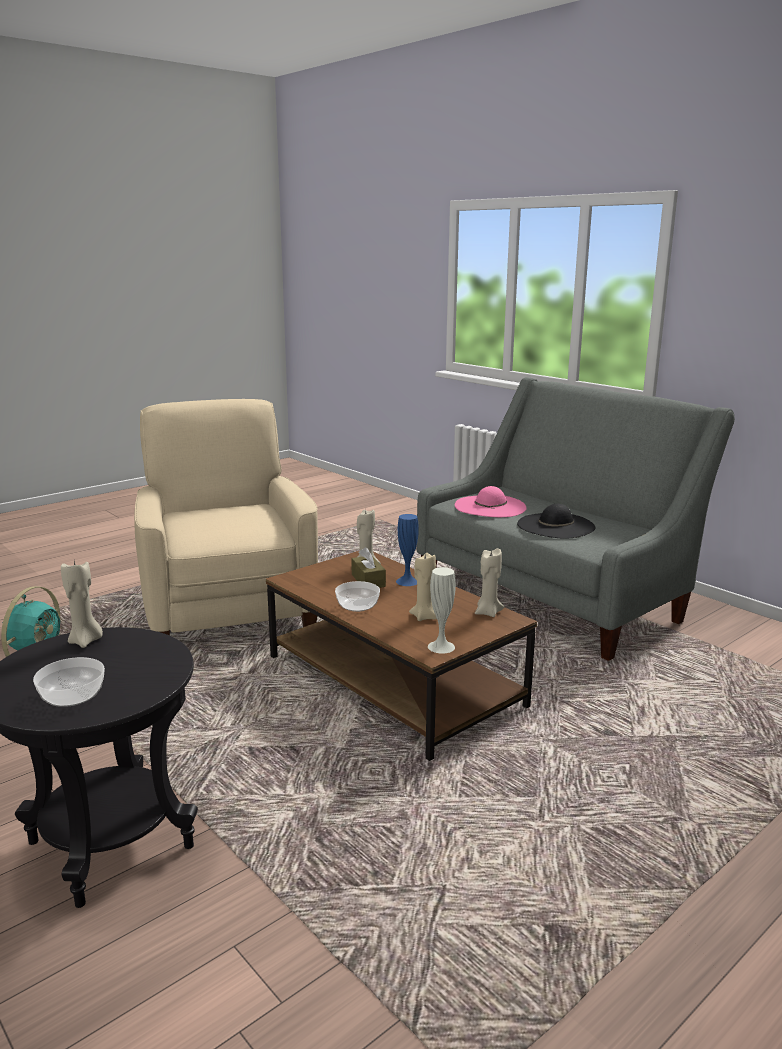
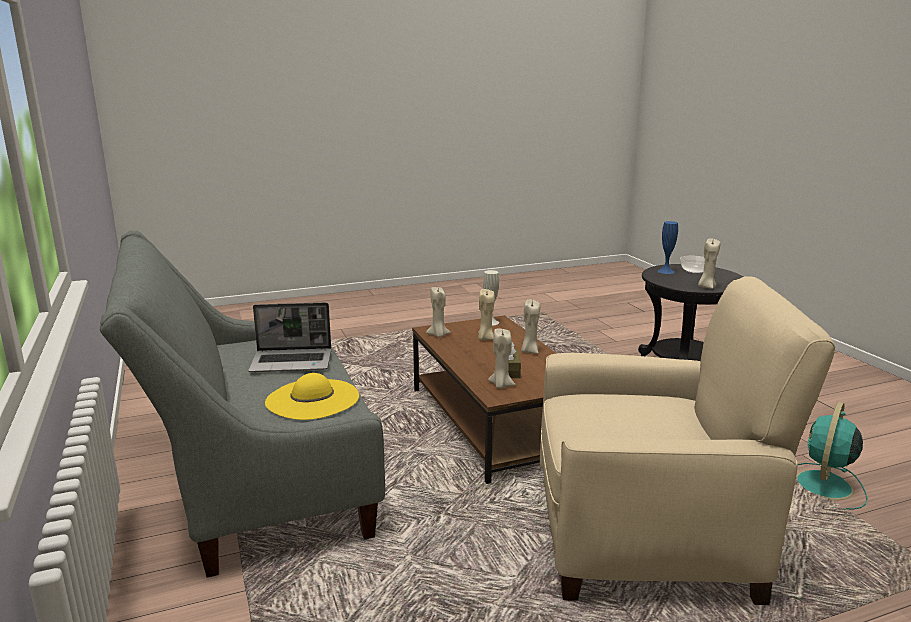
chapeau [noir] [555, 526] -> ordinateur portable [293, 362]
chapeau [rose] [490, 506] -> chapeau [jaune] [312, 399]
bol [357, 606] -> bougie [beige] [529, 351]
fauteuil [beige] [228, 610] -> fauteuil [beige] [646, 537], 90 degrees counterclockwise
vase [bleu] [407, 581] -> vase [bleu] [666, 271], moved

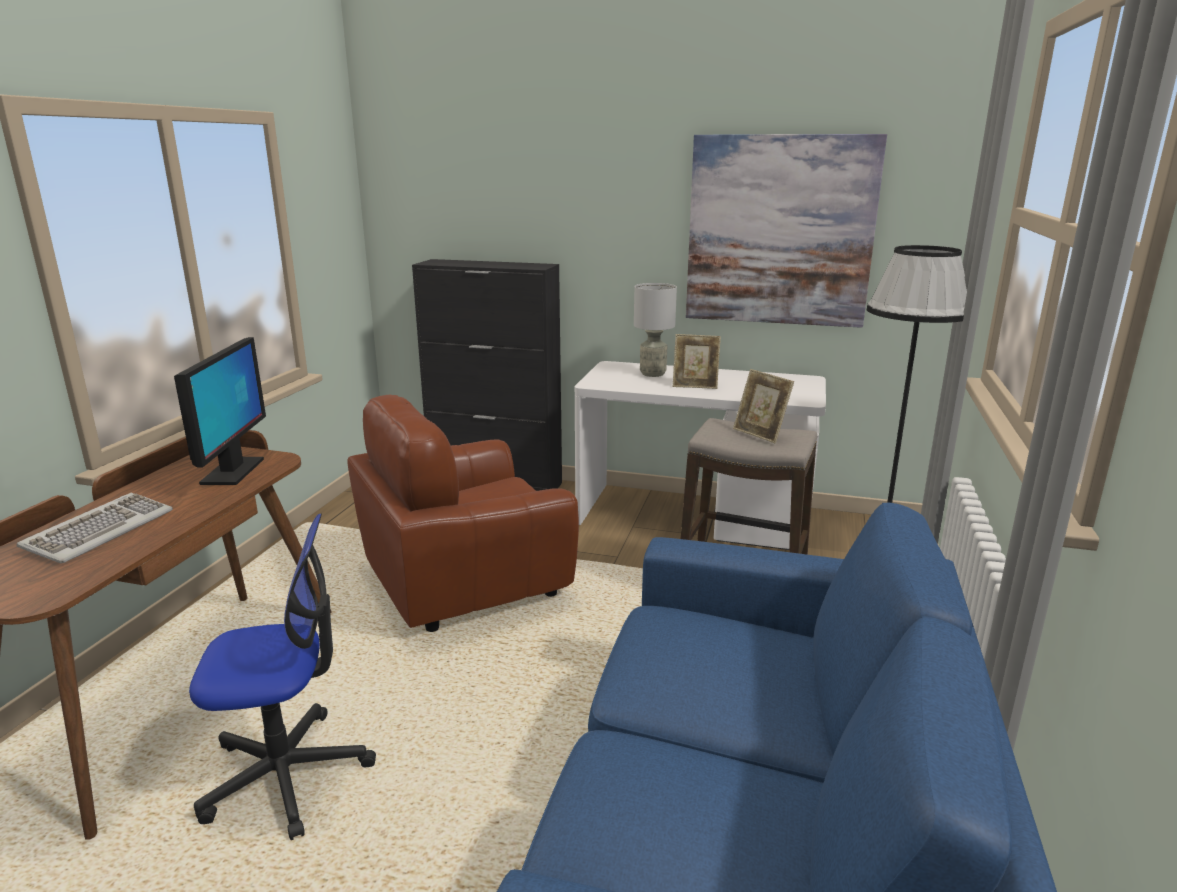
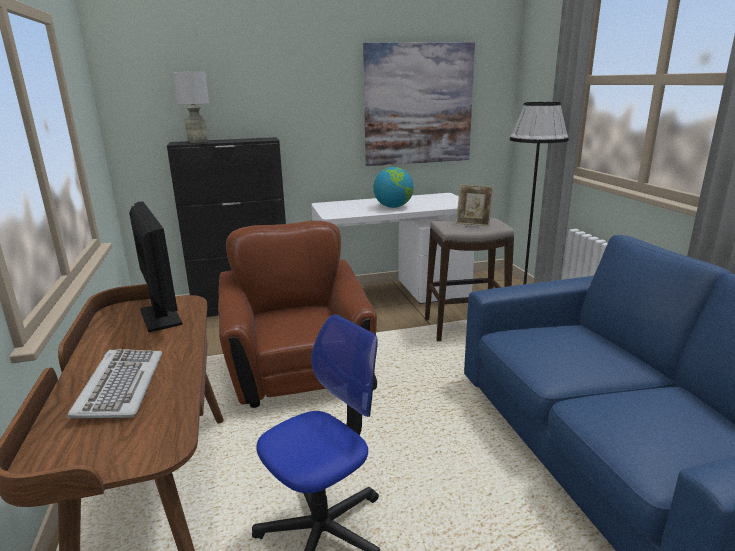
lampe de table [gris] [653, 374] -> lampe de table [gris] [198, 142], moved
fauteuil [marron] [465, 583] -> fauteuil [marron] [298, 371], 135 degrees clockwise
cadre photo [695, 386] -> globe [393, 207]

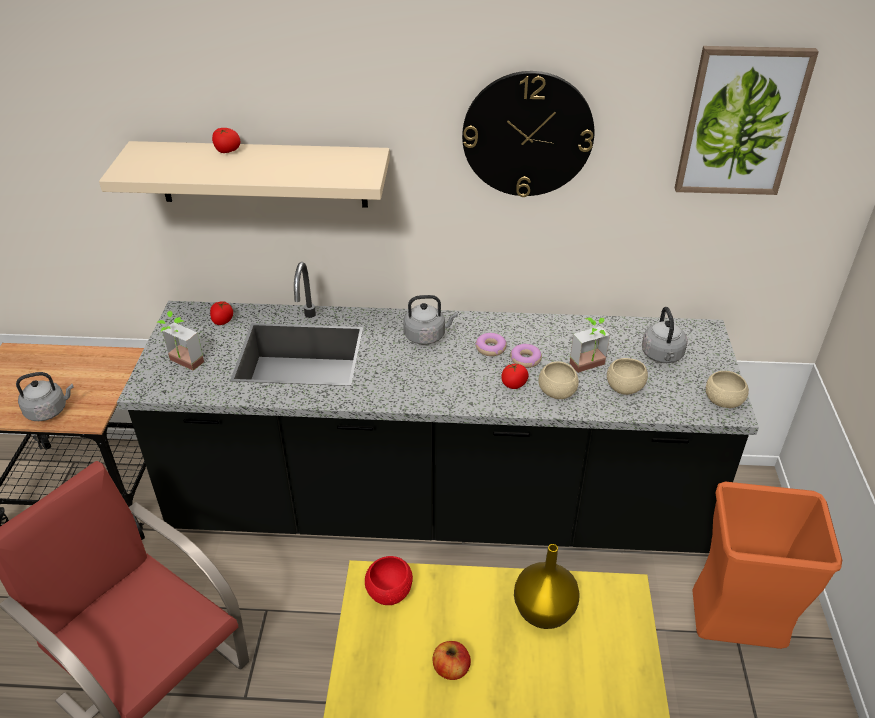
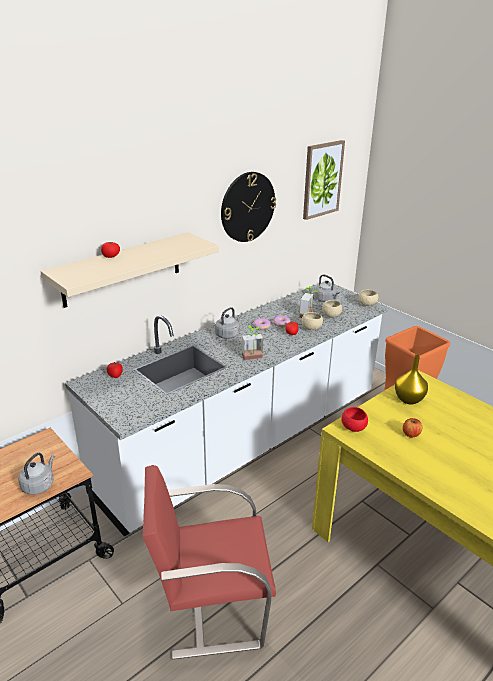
comptoir de cuisine [noir] [437, 508] -> comptoir de cuisine [blanc] [245, 442]
plante en pot [182, 364] -> plante en pot [253, 358], moved

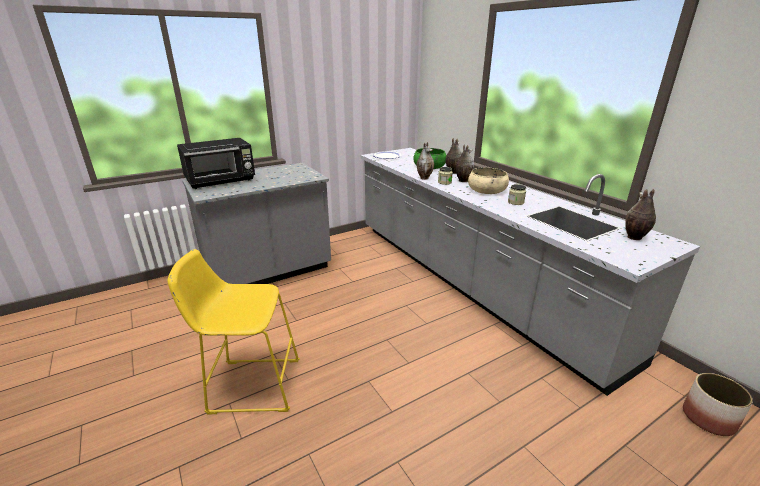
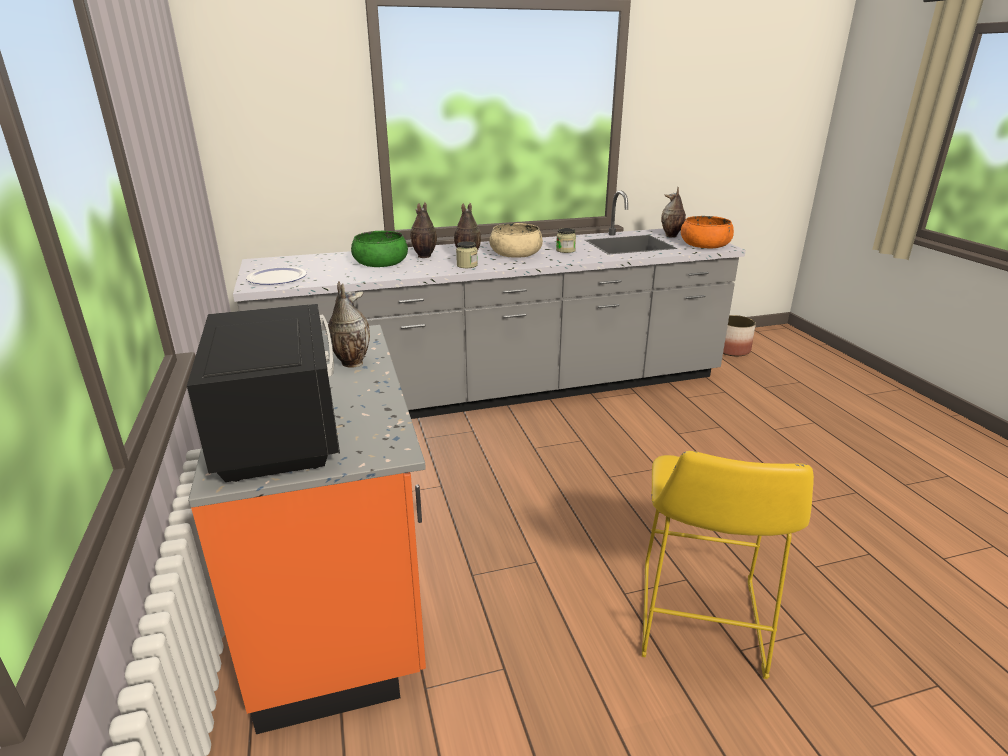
comptoir de cuisine [gris] [269, 273] -> comptoir de cuisine [orange] [340, 595]
vase [424, 178] -> vase [351, 363], moved
none -> bol [orange] [705, 245]

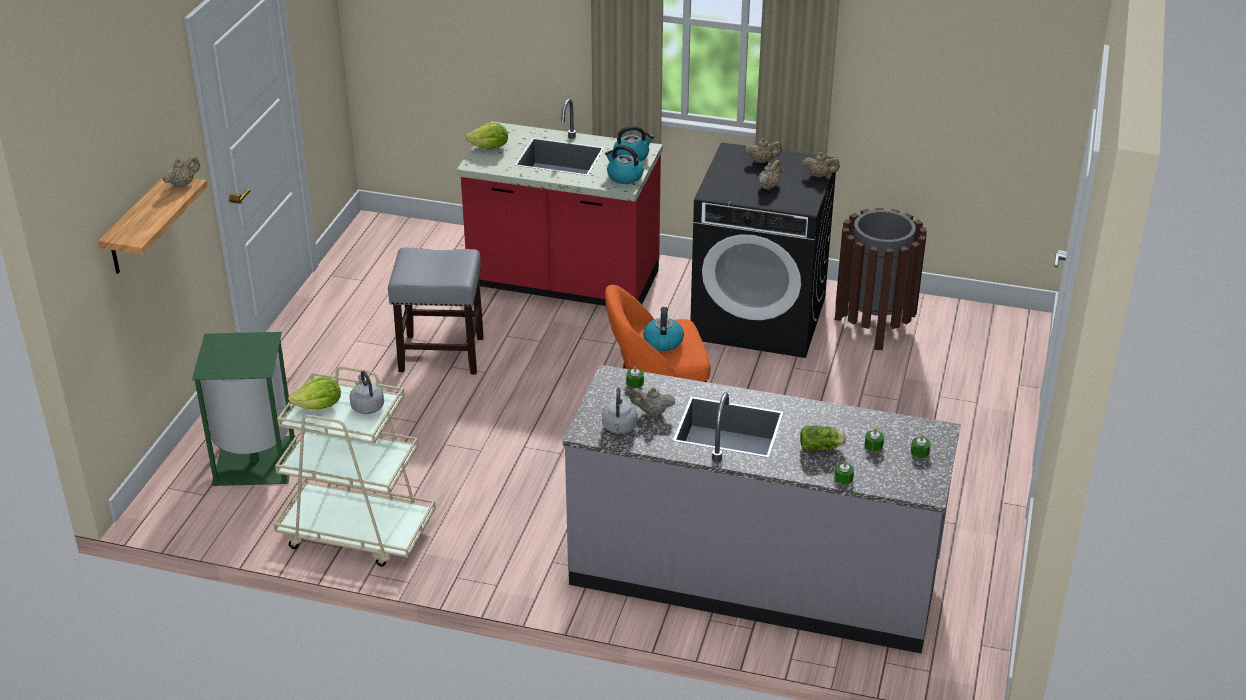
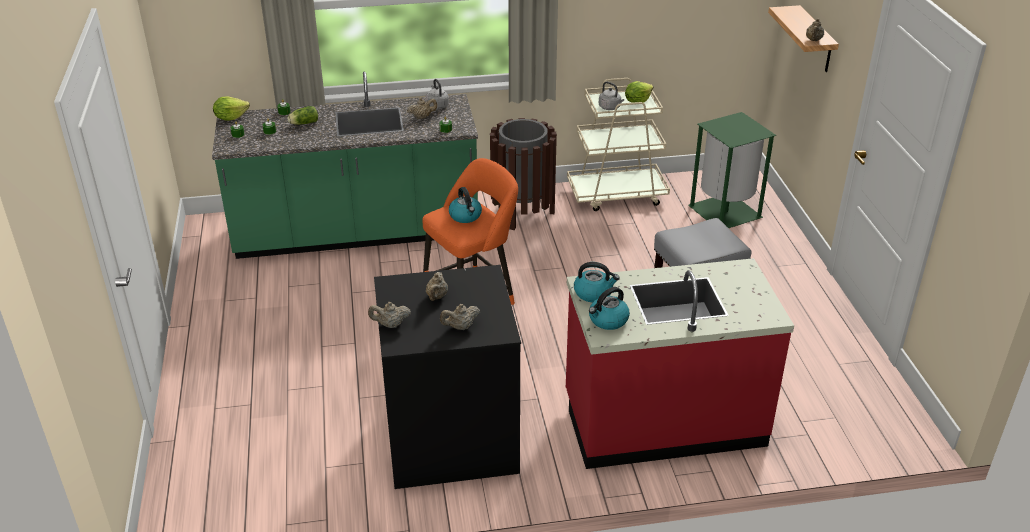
comptoir de cuisine [gris] [753, 577] -> comptoir de cuisine [vert] [357, 234]
laitue [490, 147] -> laitue [231, 118], moved
poubelle [marron] [874, 326] -> poubelle [marron] [522, 213], moved

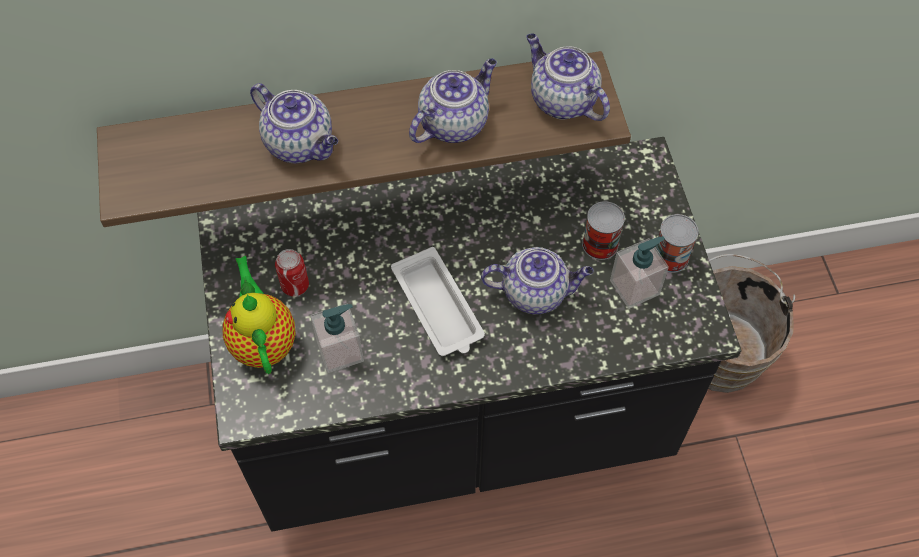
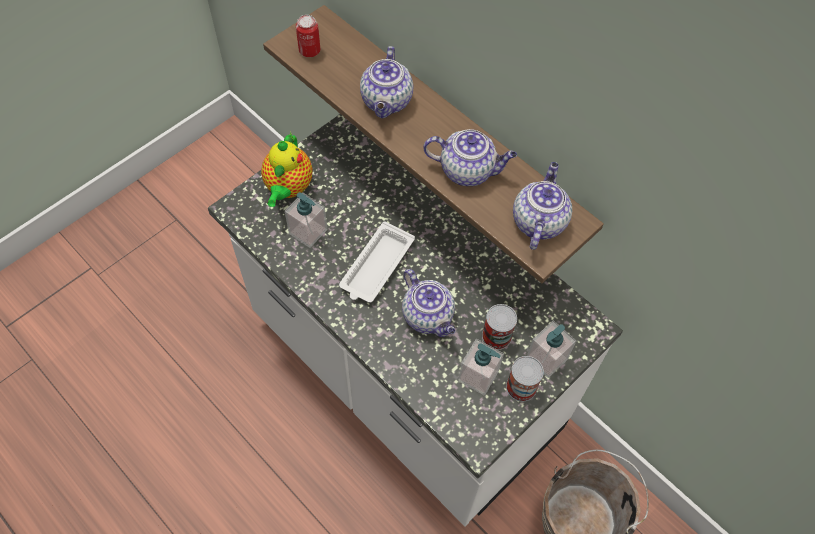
comptoir de cuisine [noir] [459, 421] -> comptoir de cuisine [blanc] [403, 376]
théière [263, 340] -> théière [288, 188], 150 degrees clockwise
boîte métallique [295, 285] -> boîte métallique [309, 51], moved
none -> distributeur de savon [546, 359]

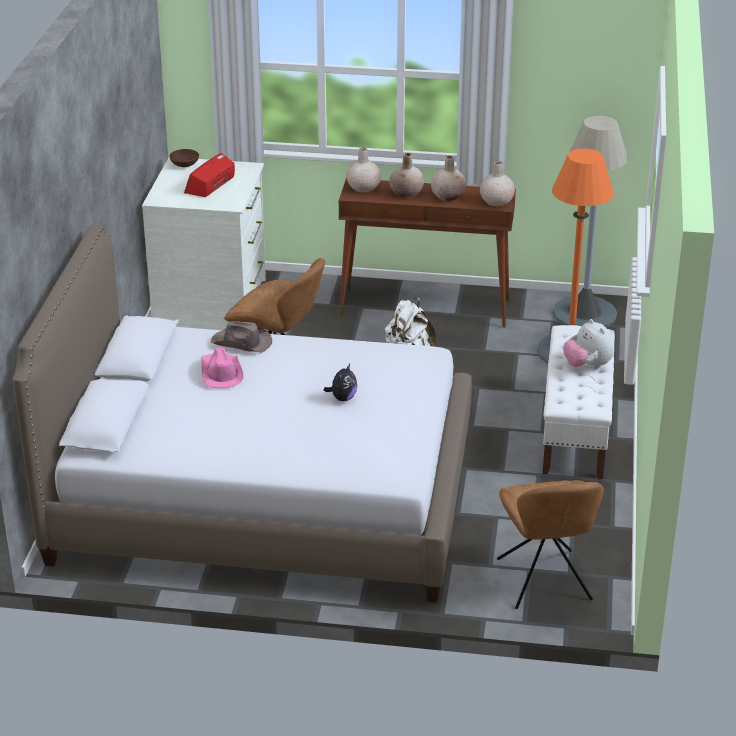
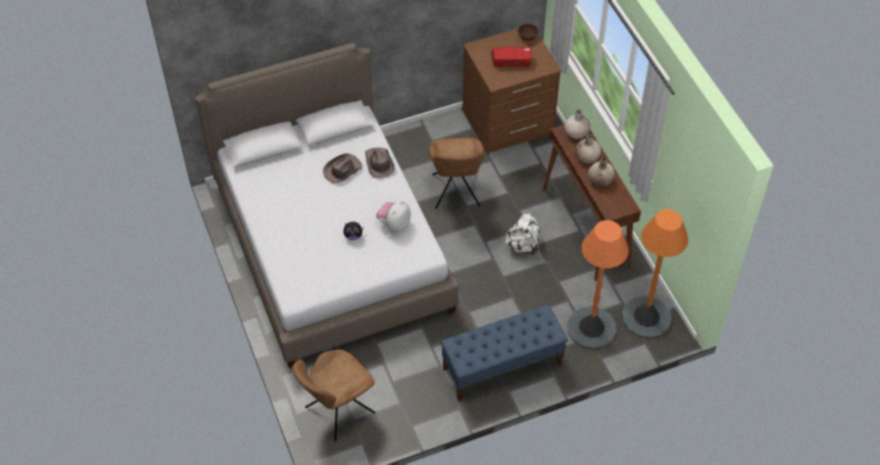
chapeau [rose] [221, 373] -> chapeau [marron] [342, 170]
peluche [587, 365] -> peluche [394, 224], moved
banc [blanc] [575, 430] -> banc [bleu] [502, 367]
commode [blanc] [212, 302] -> commode [marron] [508, 123]
lampadaire [gris] [584, 314] -> lampadaire [orange] [646, 317]
vase [beige] [496, 201] -> none

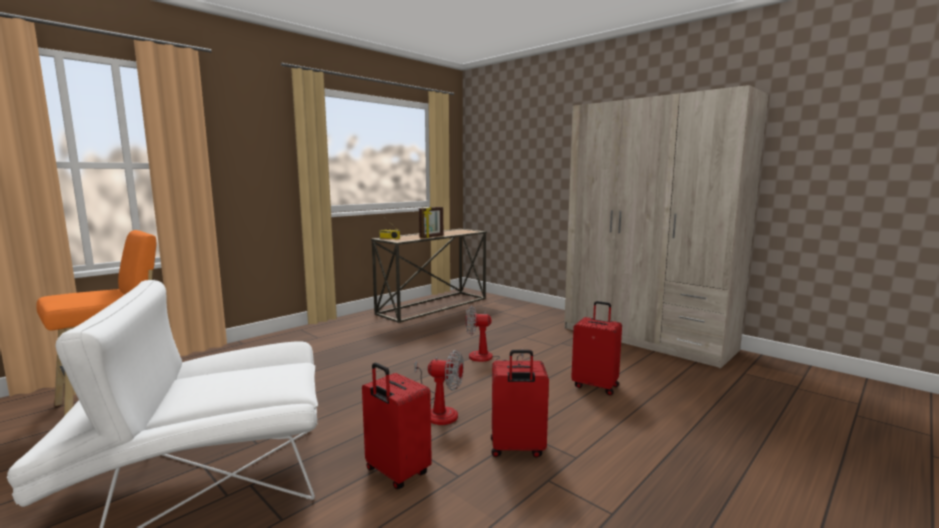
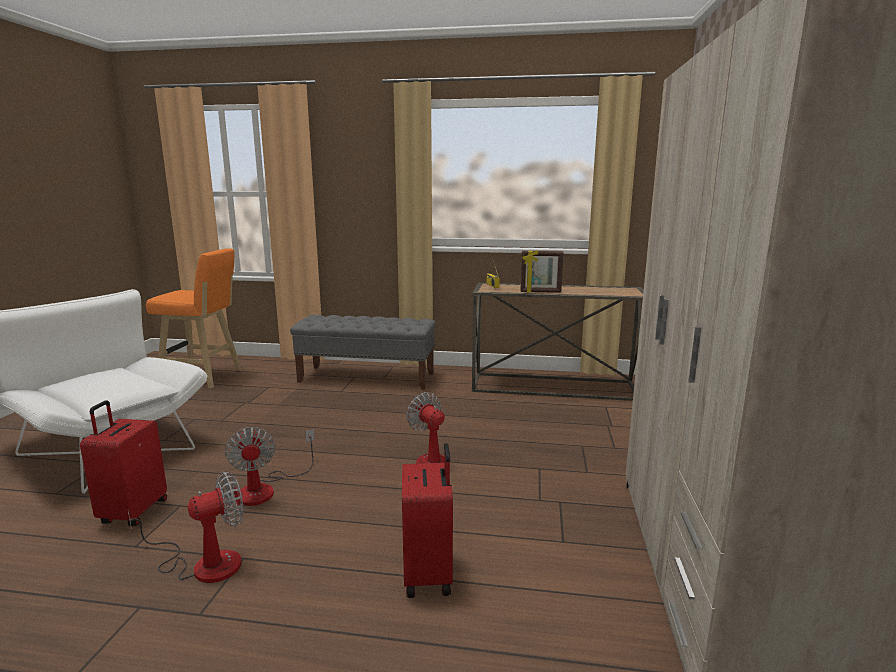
valise [rouge] [517, 449] -> ventilateur [203, 563]
none -> banc [gris] [367, 377]

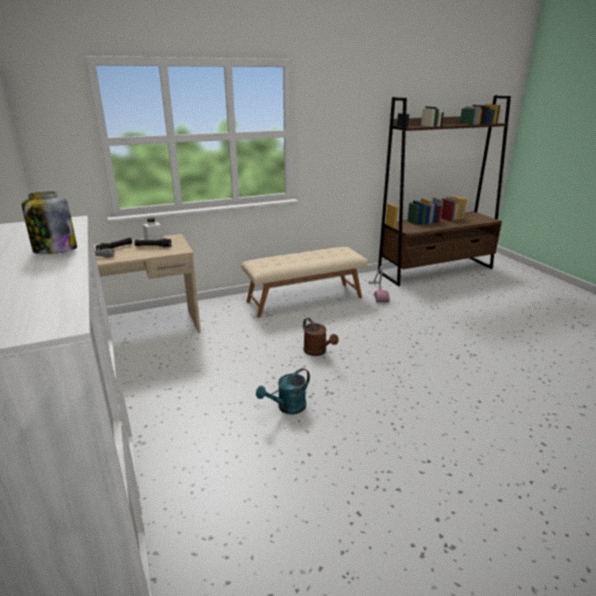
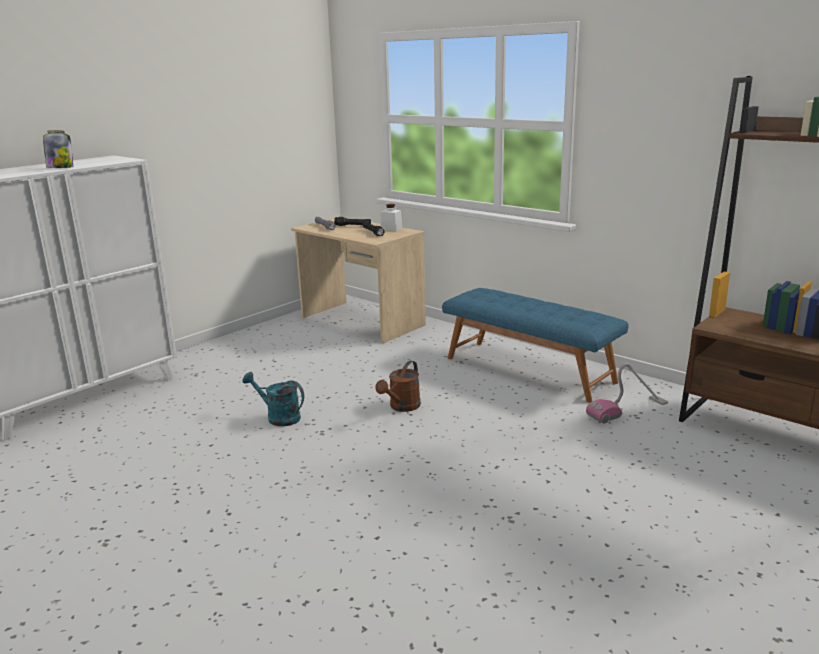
banc [beige] [304, 299] -> banc [bleu] [529, 369]

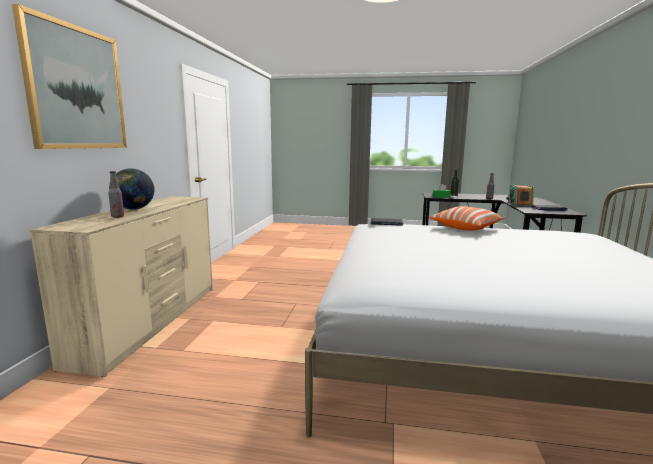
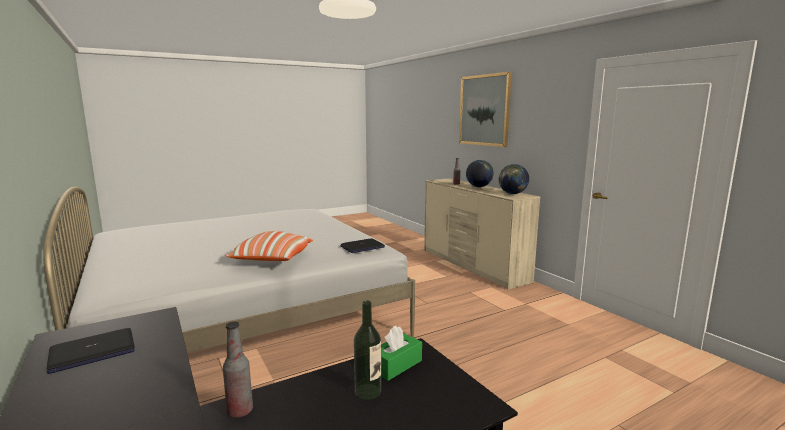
none -> globe [512, 194]
radio [519, 203] -> none

